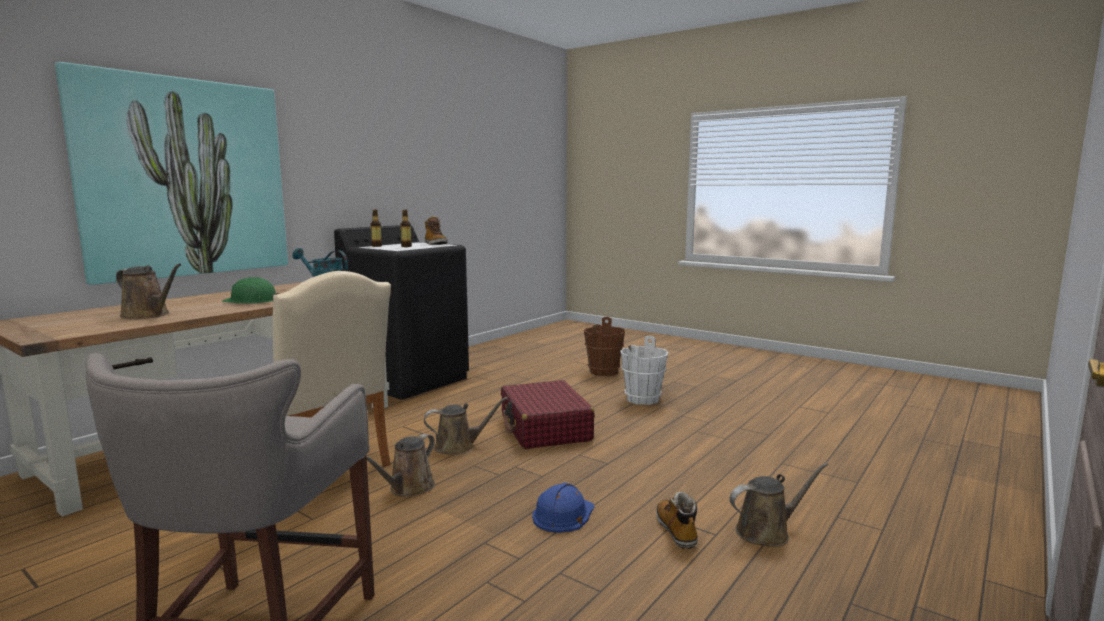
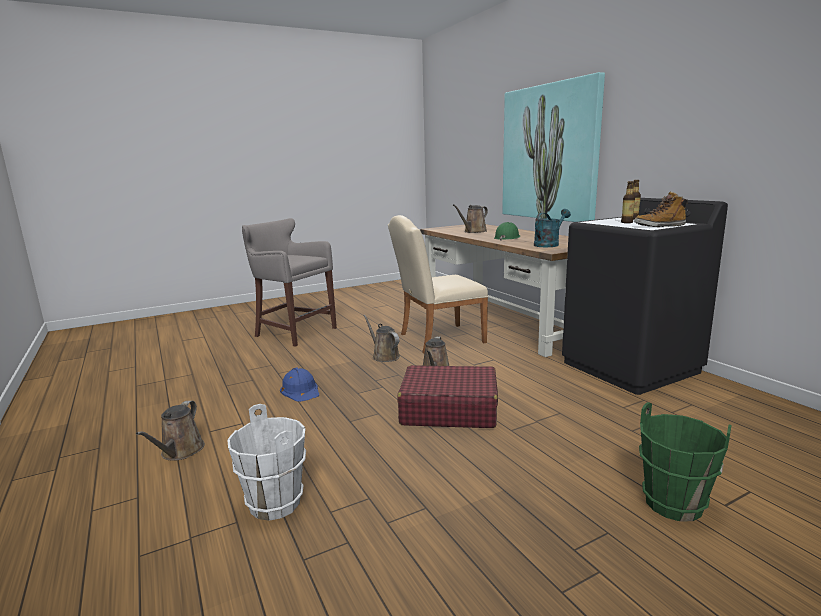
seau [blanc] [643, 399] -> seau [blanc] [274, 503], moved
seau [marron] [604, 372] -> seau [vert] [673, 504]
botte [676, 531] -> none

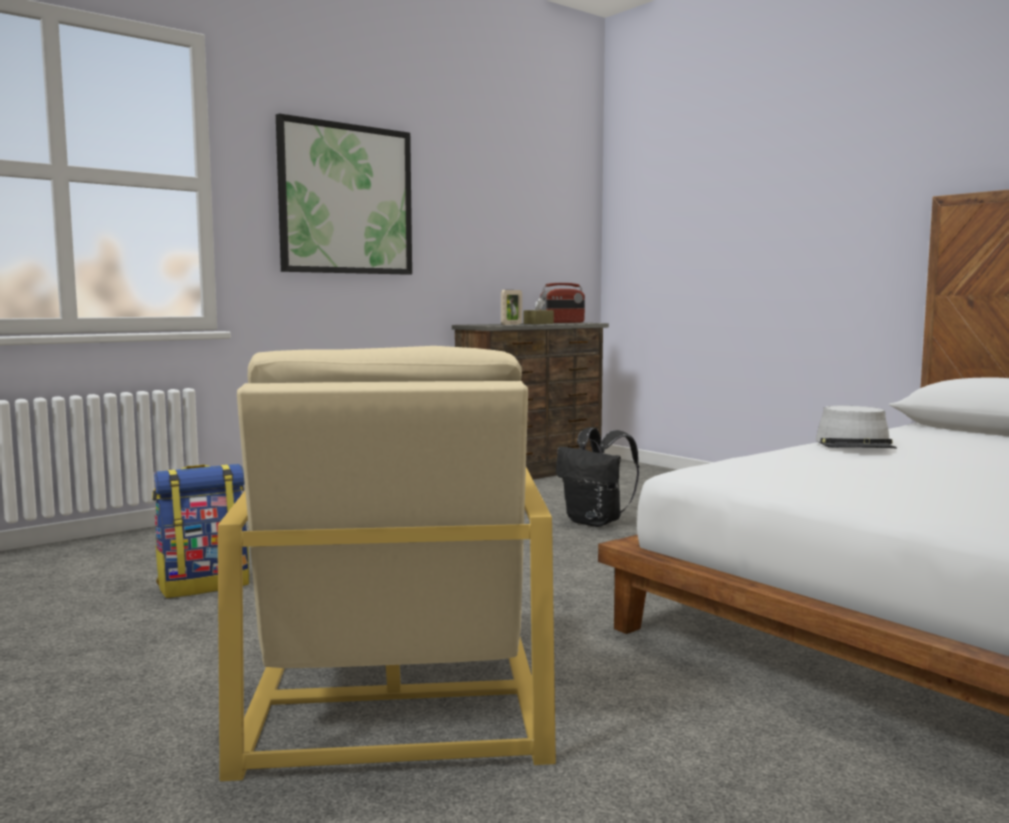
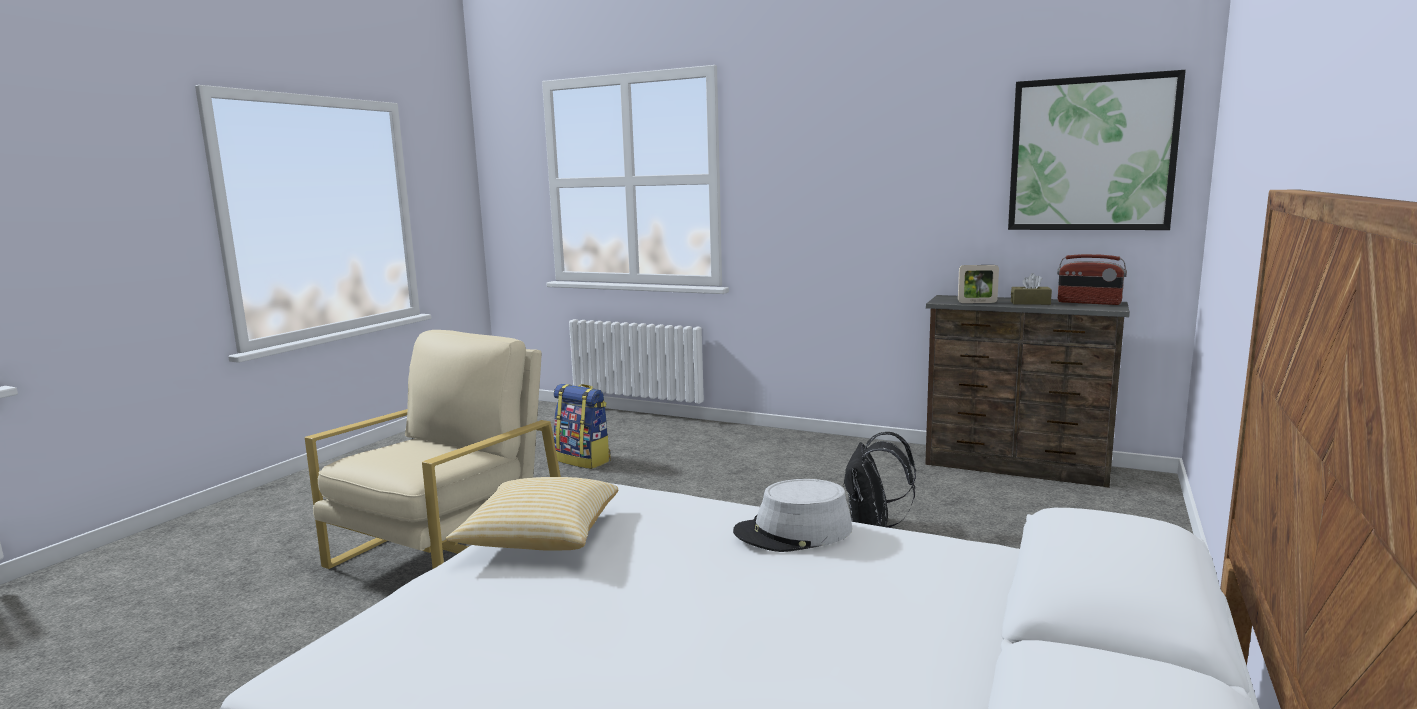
fauteuil [beige] [396, 692] -> fauteuil [beige] [448, 549], 150 degrees clockwise
none -> coussin [540, 537]
tableau [346, 199] -> tableau [1091, 154], moved

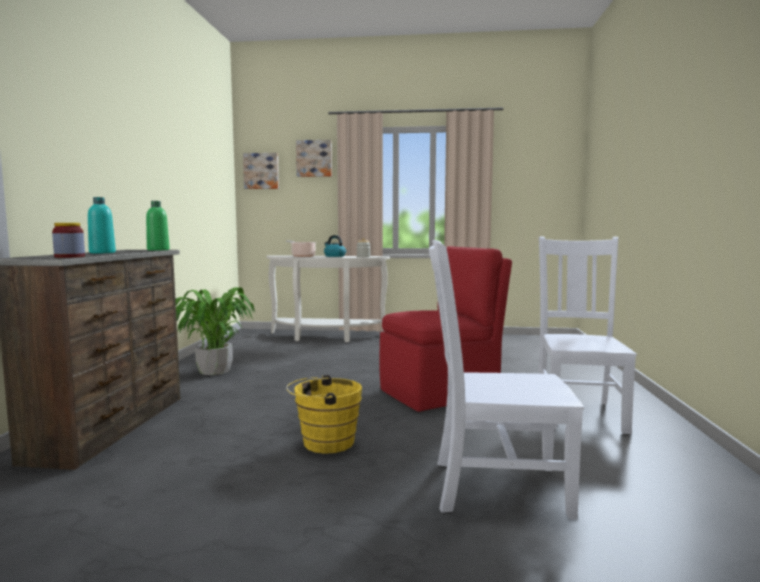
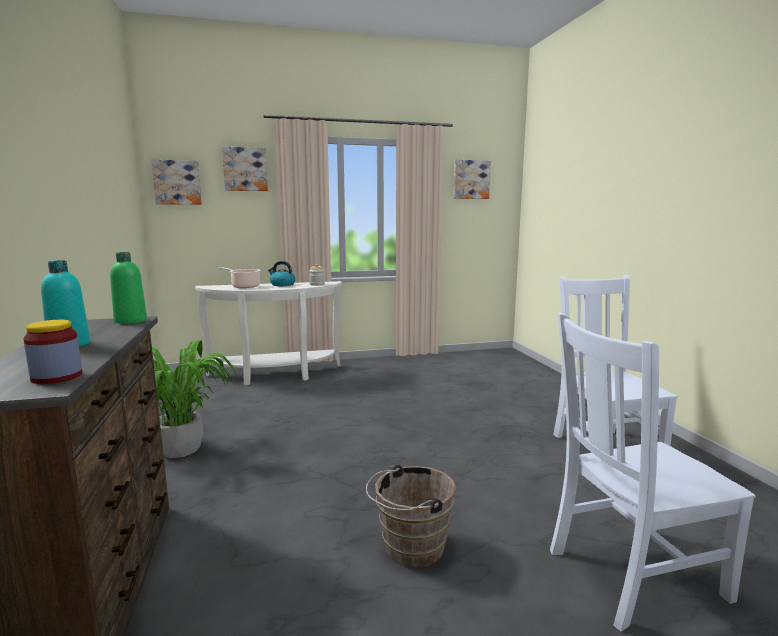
seau [jaune] [324, 442] -> seau [marron] [409, 547]
none -> tableau [471, 179]
chaise [rouge] [442, 392] -> none

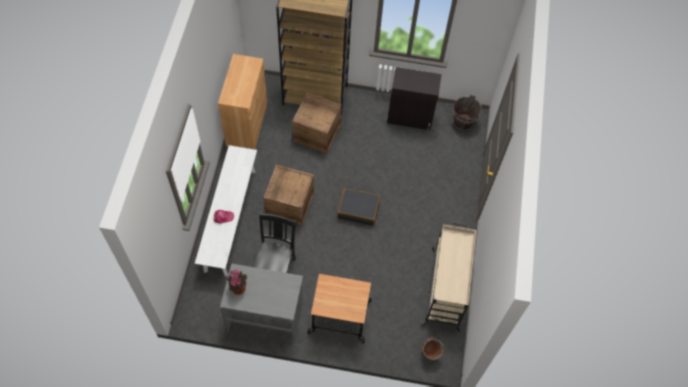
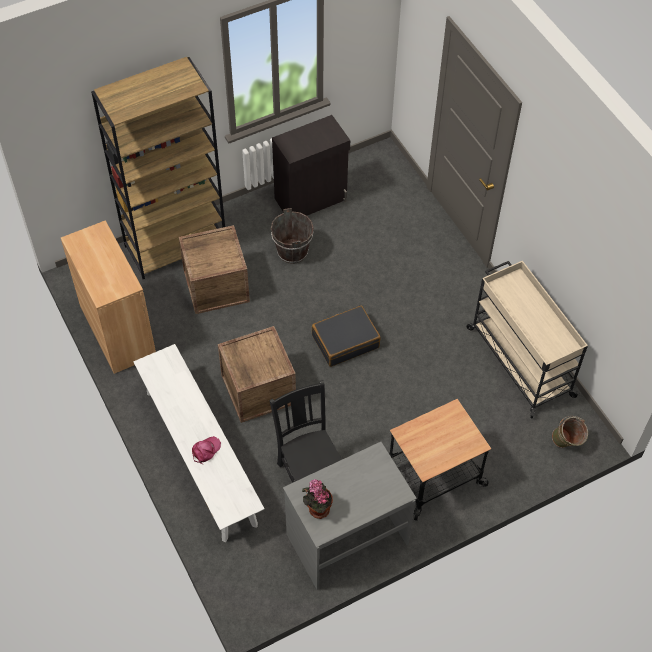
seau [marron] [463, 122] -> seau [marron] [293, 252], moved

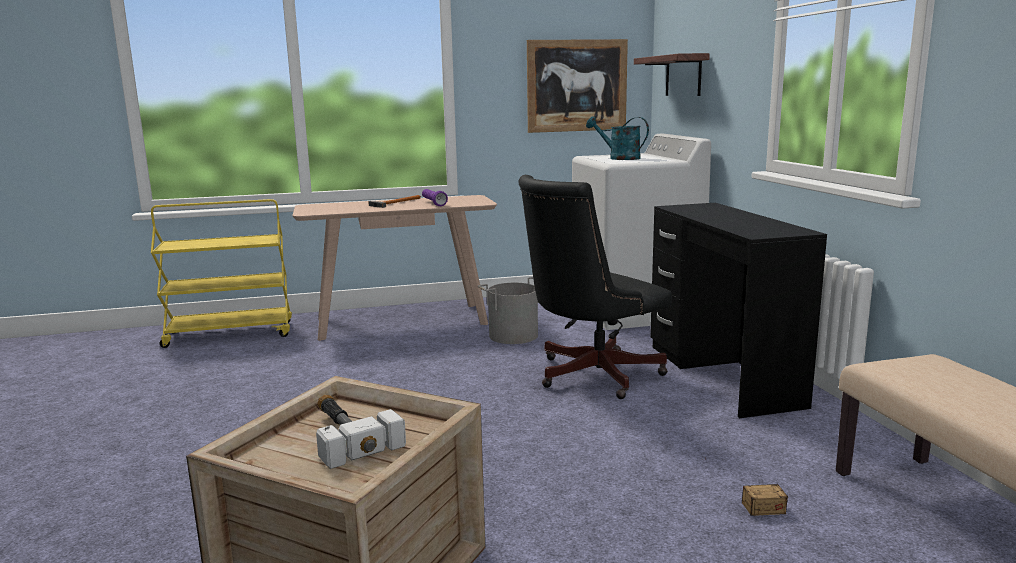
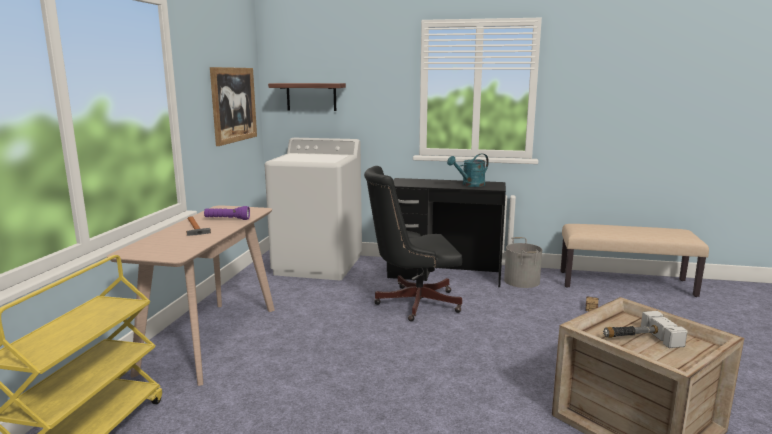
chaise de bureau [noir] [590, 375] -> chaise de bureau [noir] [412, 303], 90 degrees clockwise
arrosoir [turquoise] [619, 158] -> arrosoir [turquoise] [470, 185], moved
seau [gris] [513, 335] -> seau [gris] [521, 281], moved

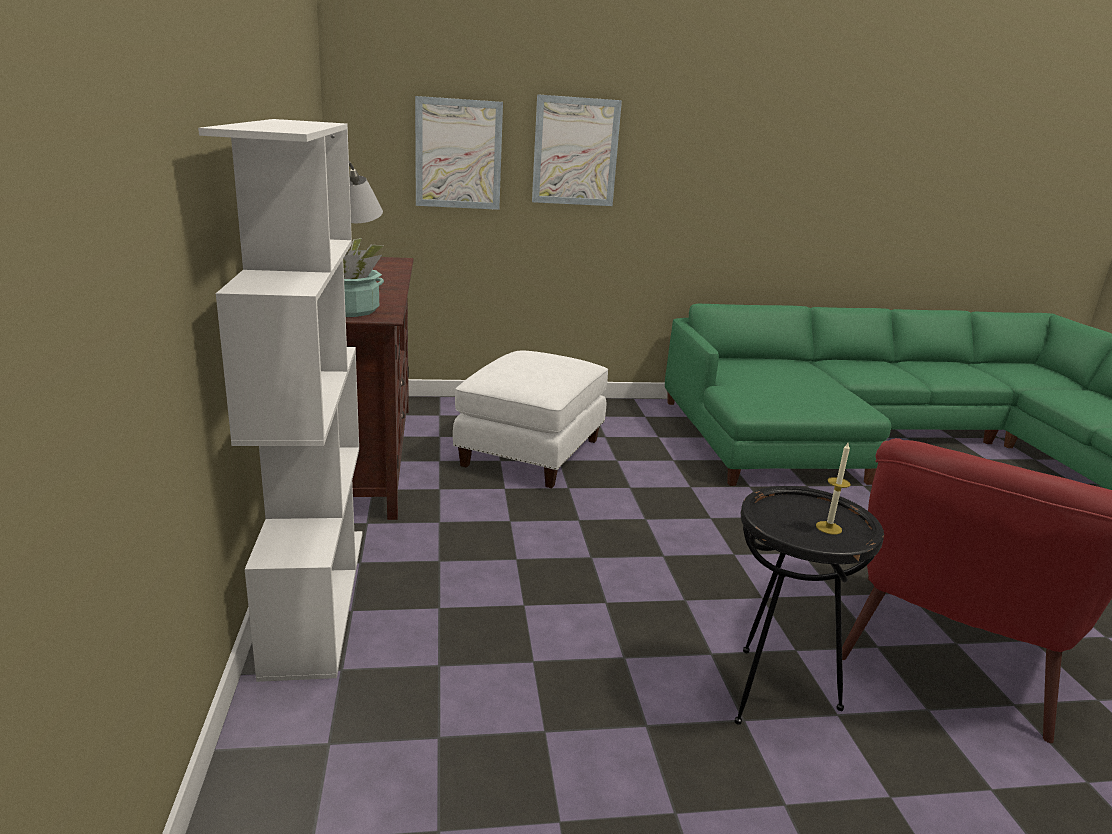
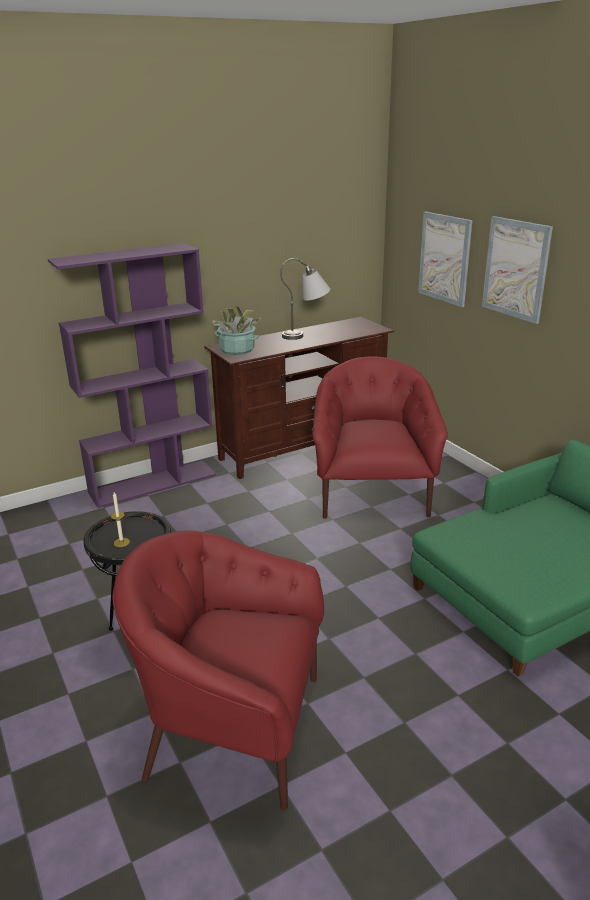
bibliothèque [blanc] [315, 596] -> bibliothèque [violet] [153, 483]
pouf [blanc] [530, 452] -> fauteuil [rouge] [372, 493]

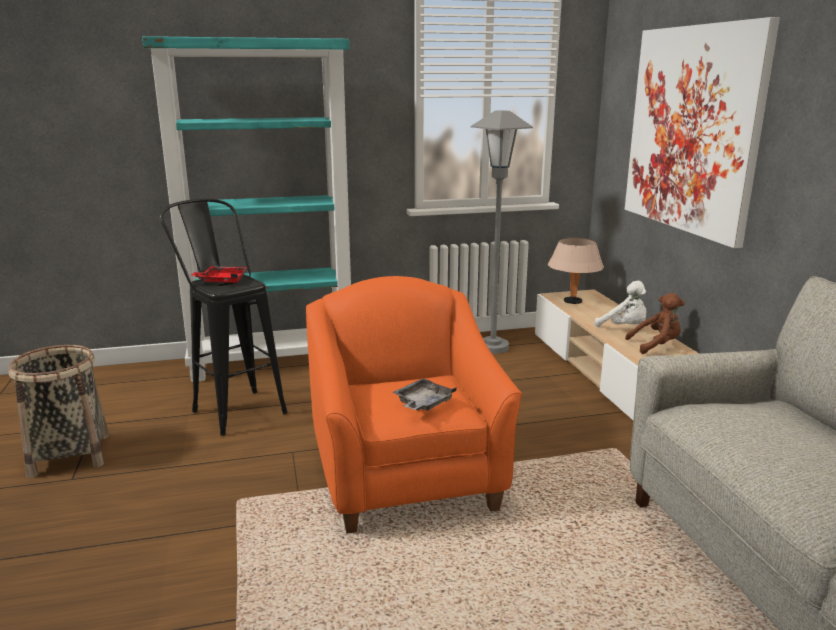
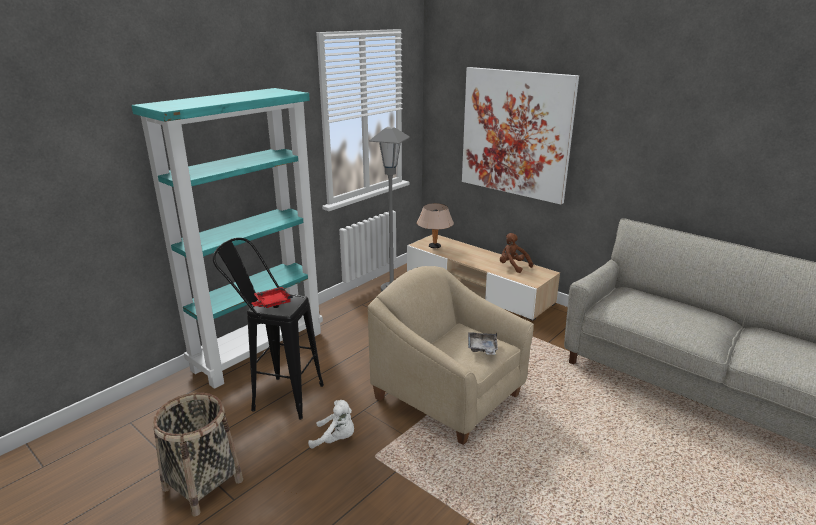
peluche [blanc] [624, 328] -> peluche [blanc] [336, 439], moved
fauteuil [orange] [406, 476] -> fauteuil [beige] [449, 396]
peluche [marron] [656, 346] -> peluche [marron] [513, 266], 90 degrees counterclockwise

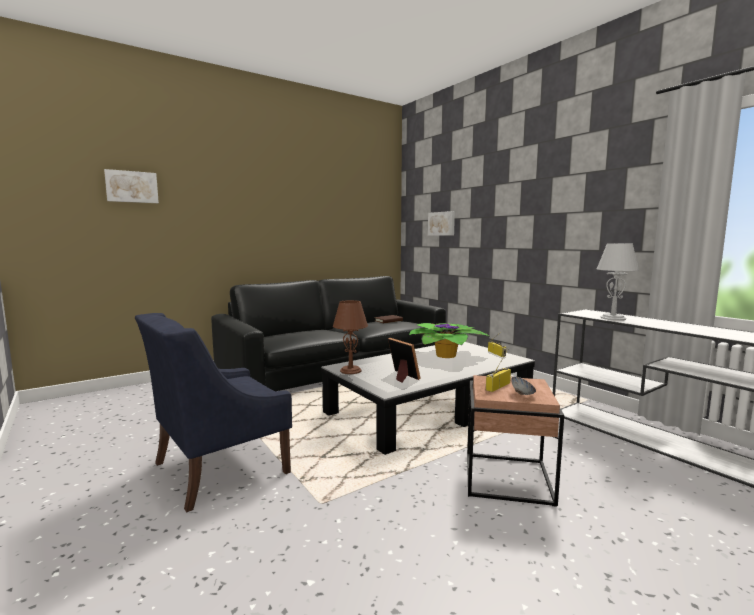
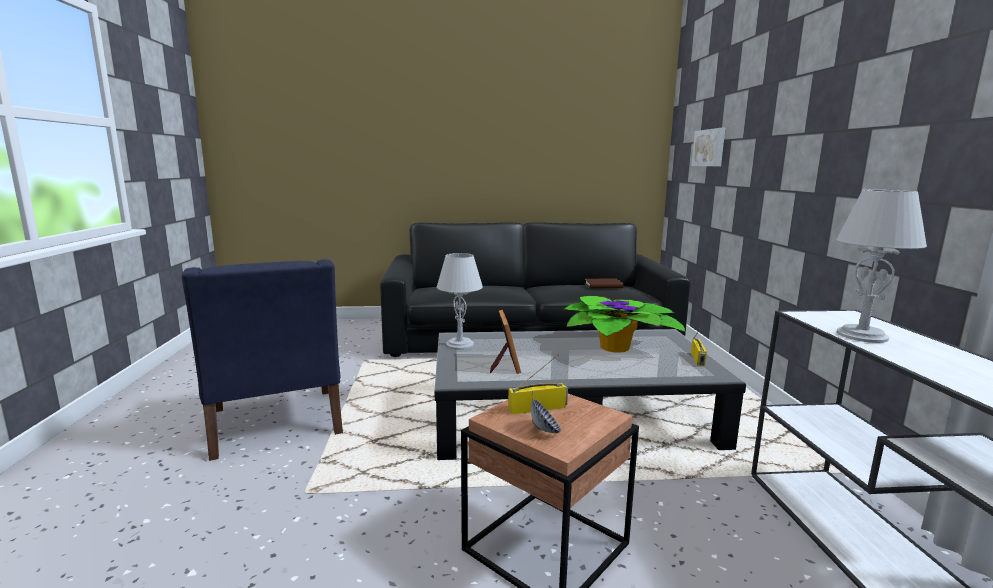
fauteuil [bleu] [219, 468] -> fauteuil [bleu] [275, 422], 105 degrees counterclockwise
lampe de table [marron] [350, 371] -> lampe de table [gris] [459, 344]
tableau [131, 187] -> none

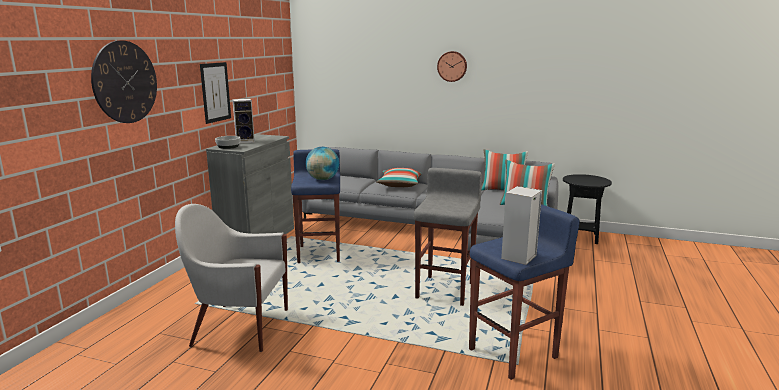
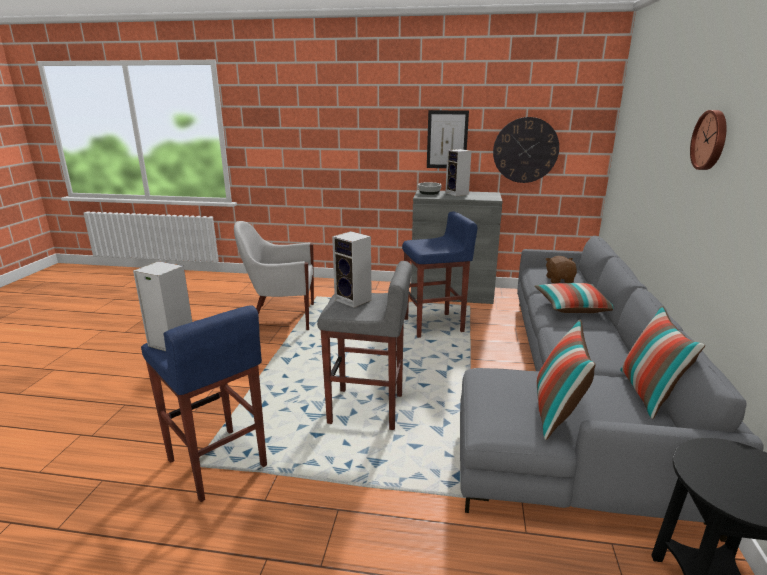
fauteuil [blanc] [239, 327] -> fauteuil [blanc] [281, 317], 90 degrees counterclockwise
none -> enceinte [354, 300]
horloge murale [125, 82] -> horloge murale [525, 150], moved
none -> peluche [marron] [559, 280]
globe [323, 179] -> none

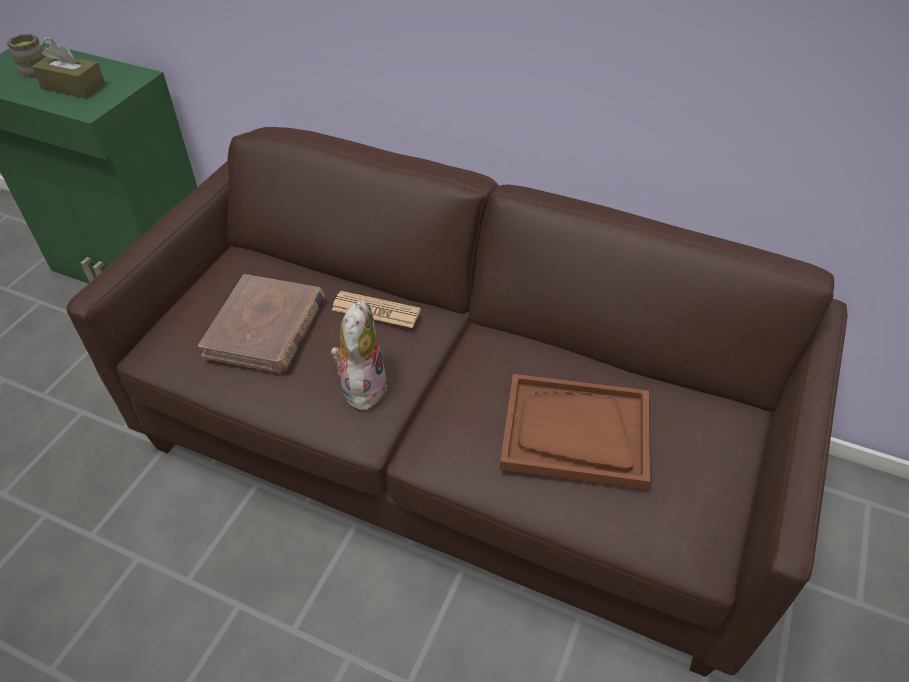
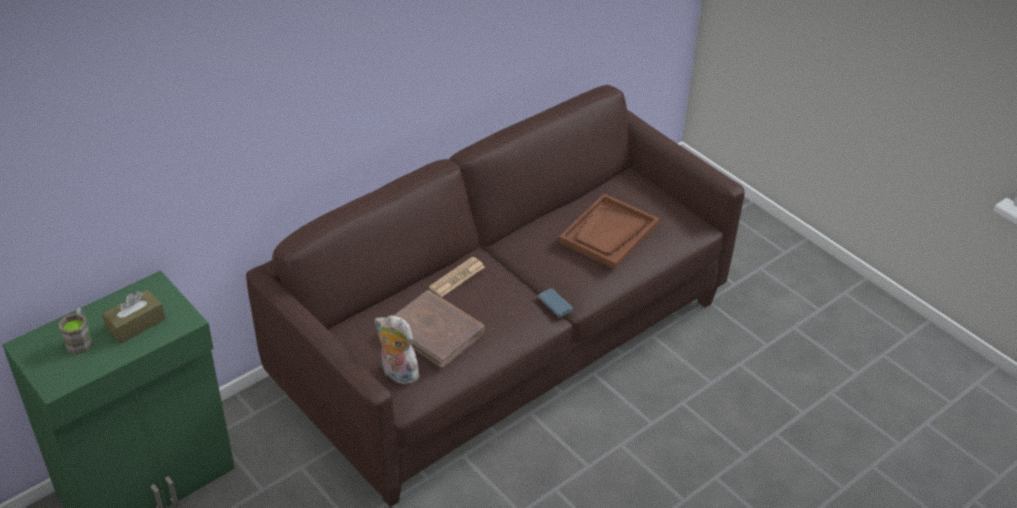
peluche [362, 386] -> peluche [397, 373], moved
none -> téléphone [555, 304]

